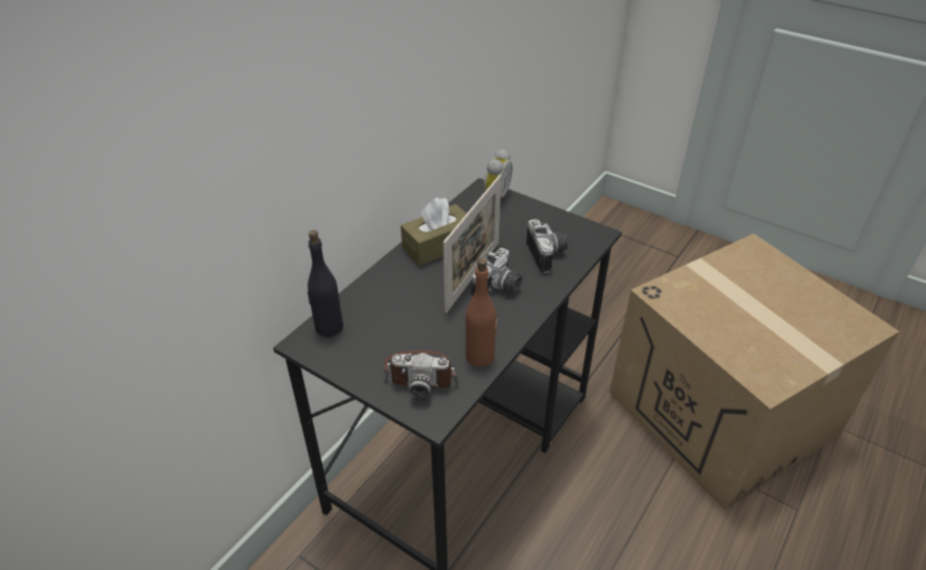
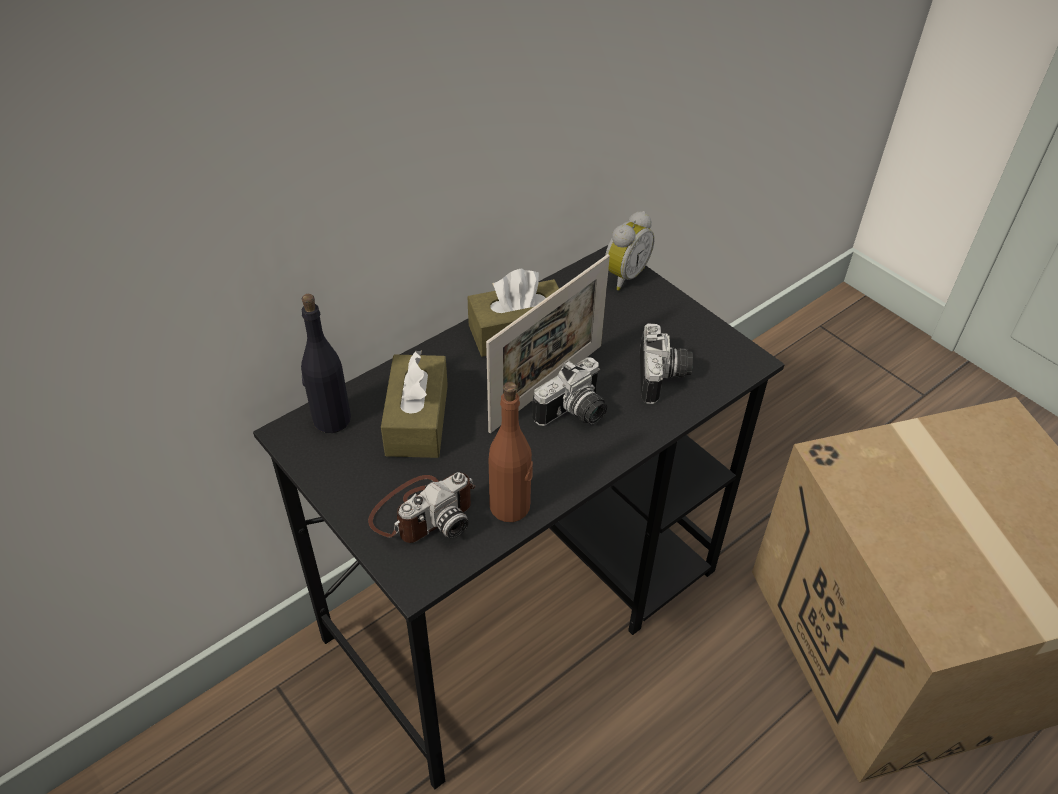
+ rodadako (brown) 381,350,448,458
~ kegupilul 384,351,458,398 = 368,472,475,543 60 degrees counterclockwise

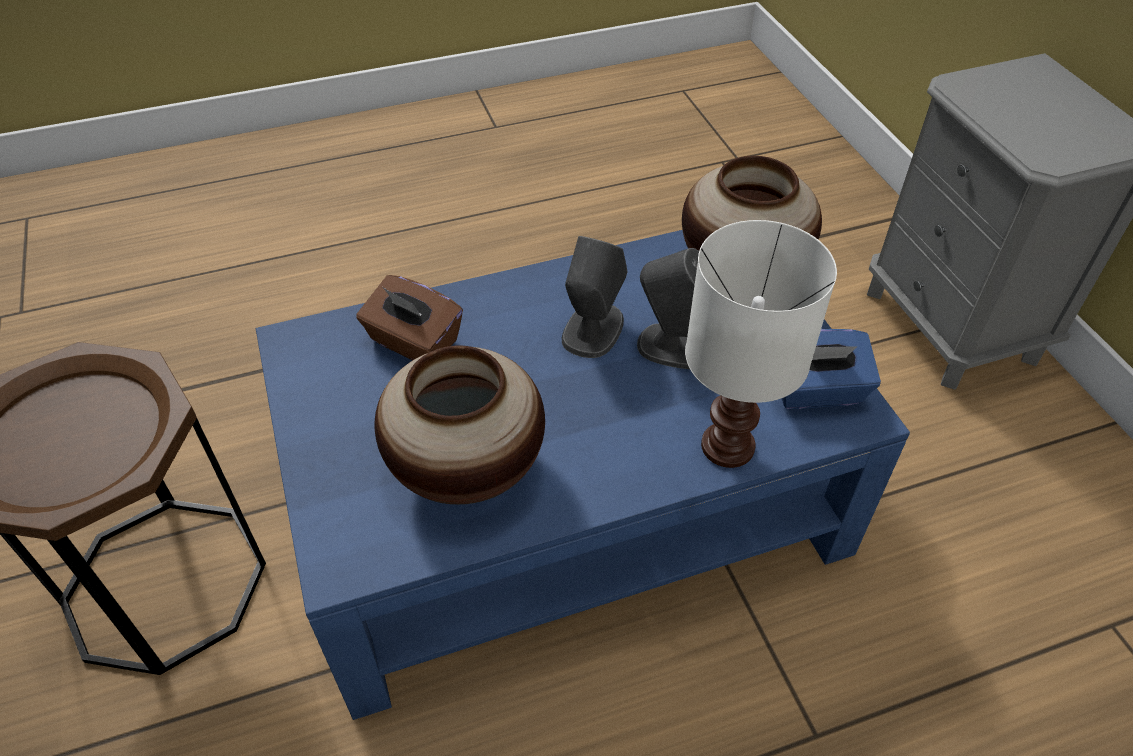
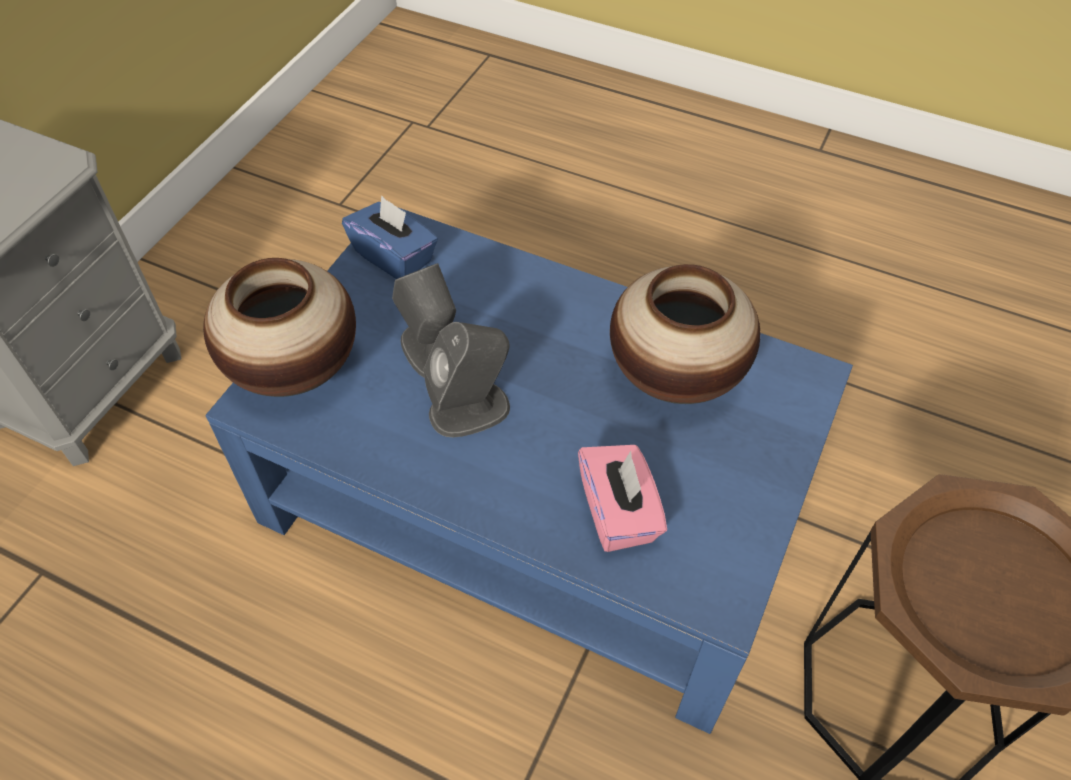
- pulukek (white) 685,220,837,468
~ rodadako (brown) 356,275,463,360 to rodadako (pink) 578,445,667,552

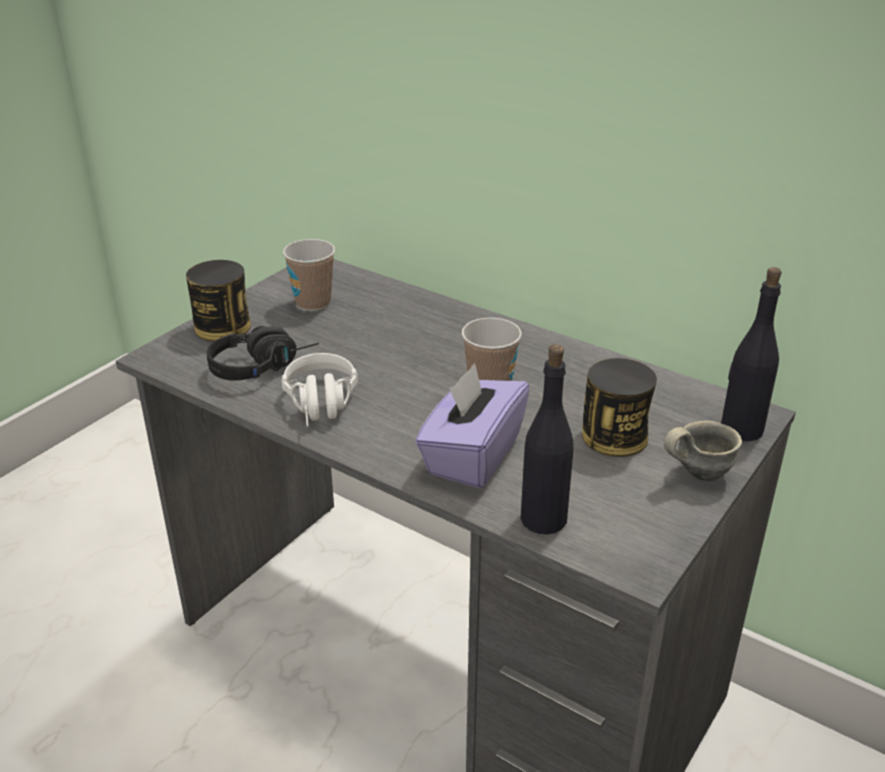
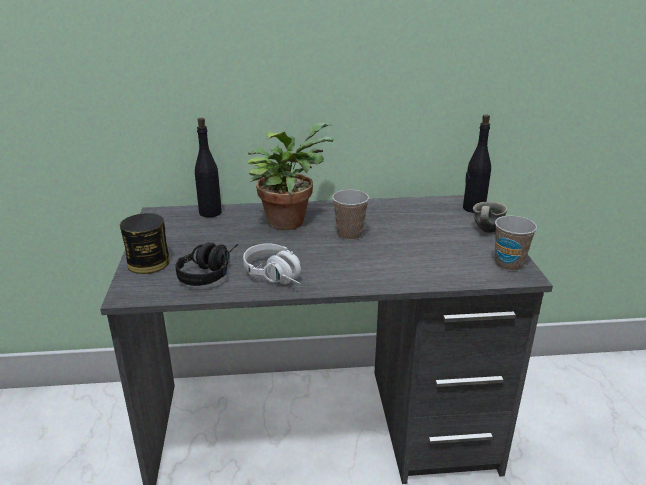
- rodadako (purple) 415,363,530,489
- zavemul 582,358,657,457
+ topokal 247,122,333,230
~ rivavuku 283,239,335,311 to 495,216,537,271
~ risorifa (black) 521,344,573,534 to 195,118,222,217

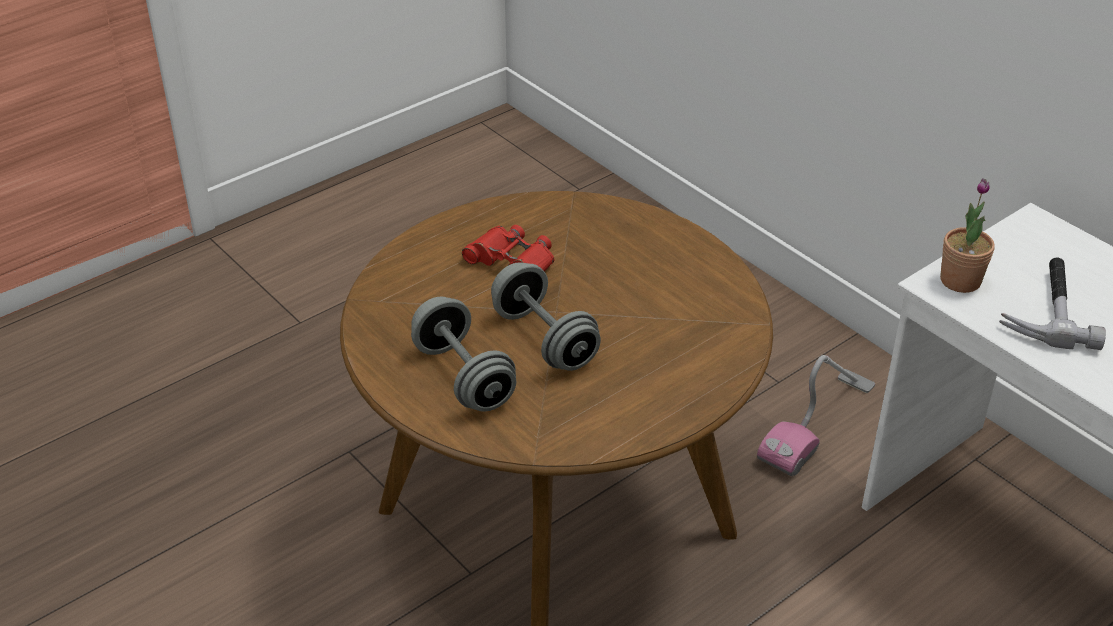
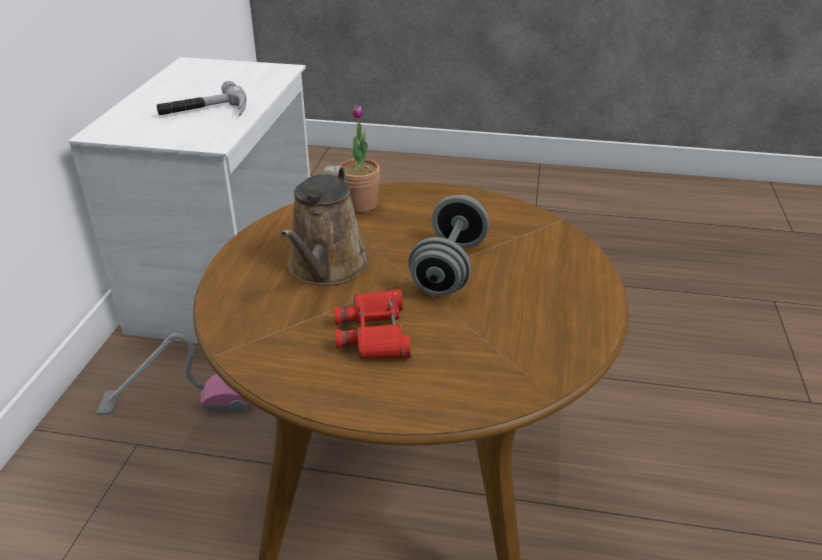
- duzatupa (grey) 411,296,516,412
+ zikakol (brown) 280,166,369,286
~ topokal 940,178,995,293 to 339,105,380,213

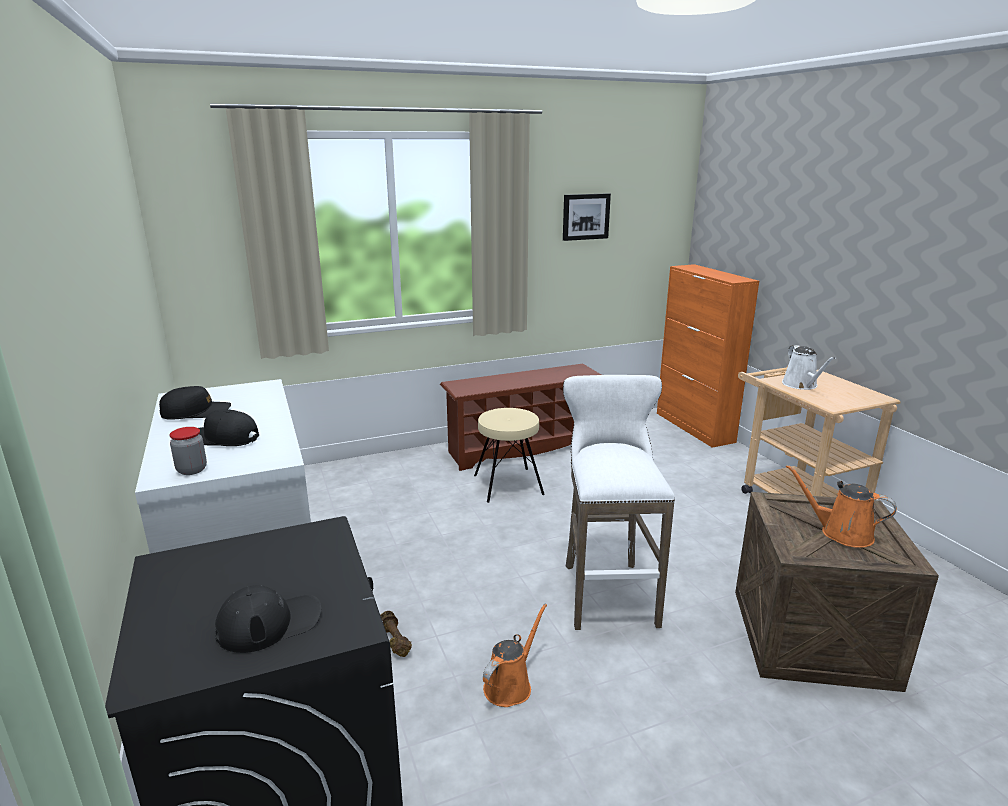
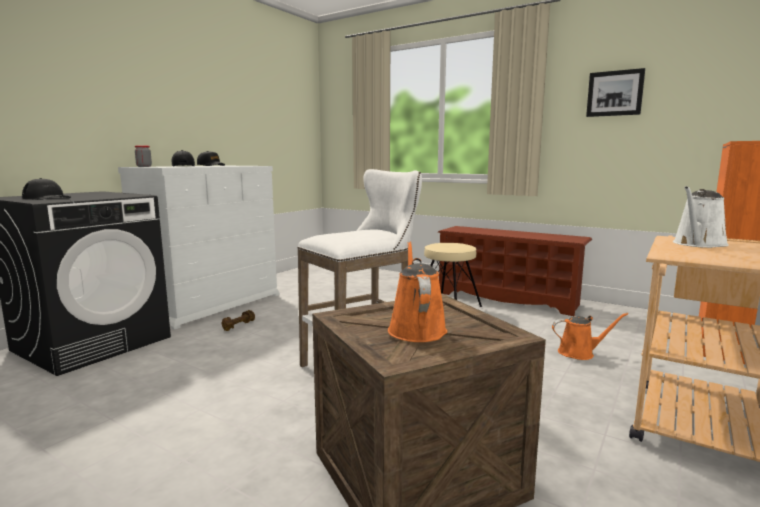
~ zikakol (orange) 483,604,547,707 to 552,313,628,360

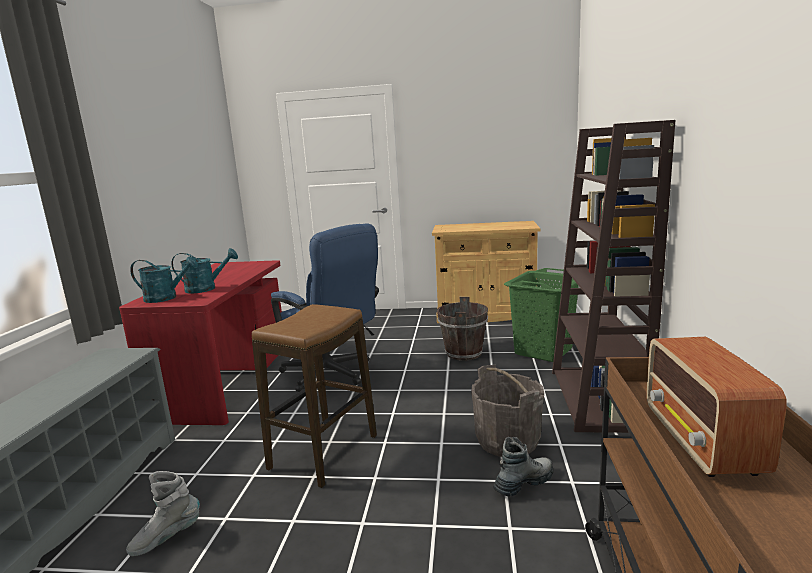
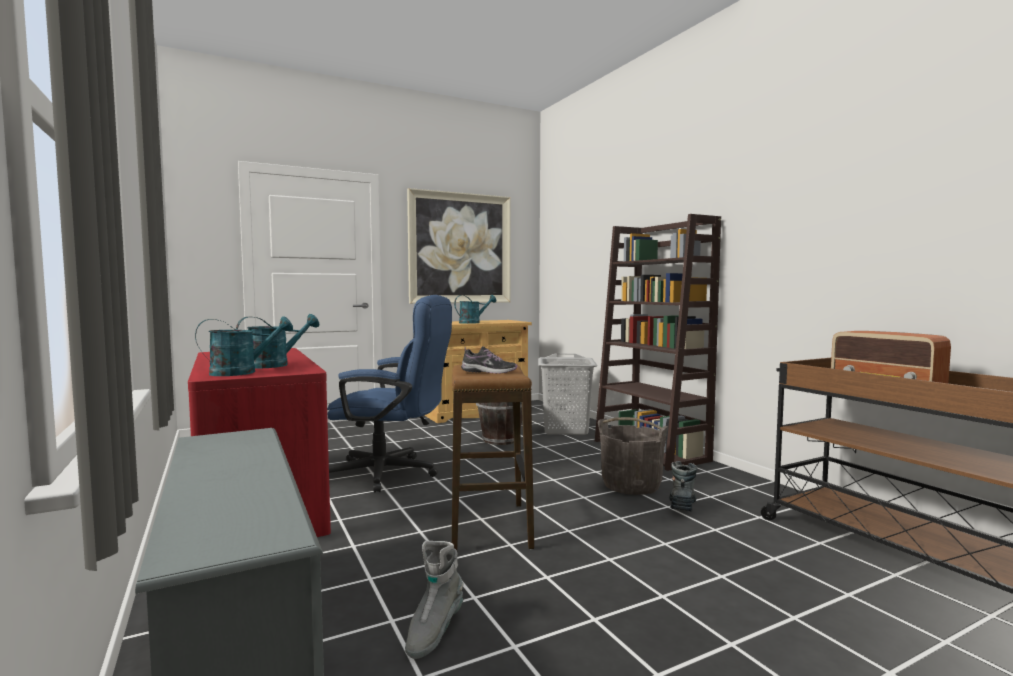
+ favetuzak 407,188,511,304
+ zikakol (turquoise) 454,295,497,324
+ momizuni 461,346,517,374
~ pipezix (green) 504,268,579,362 to pipezix (grey) 538,354,597,435

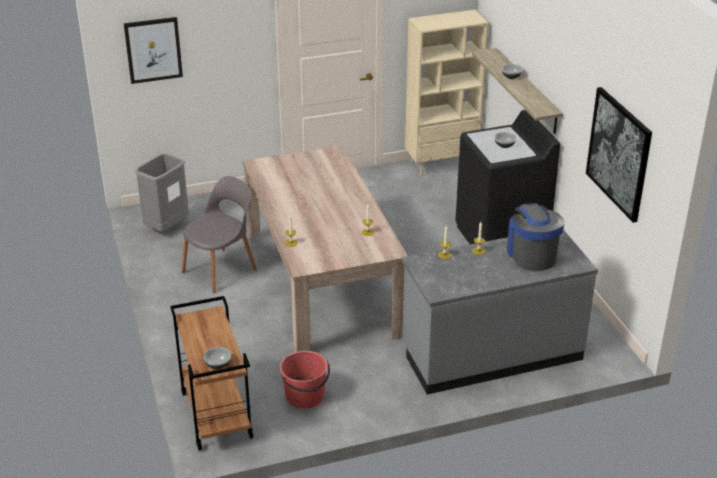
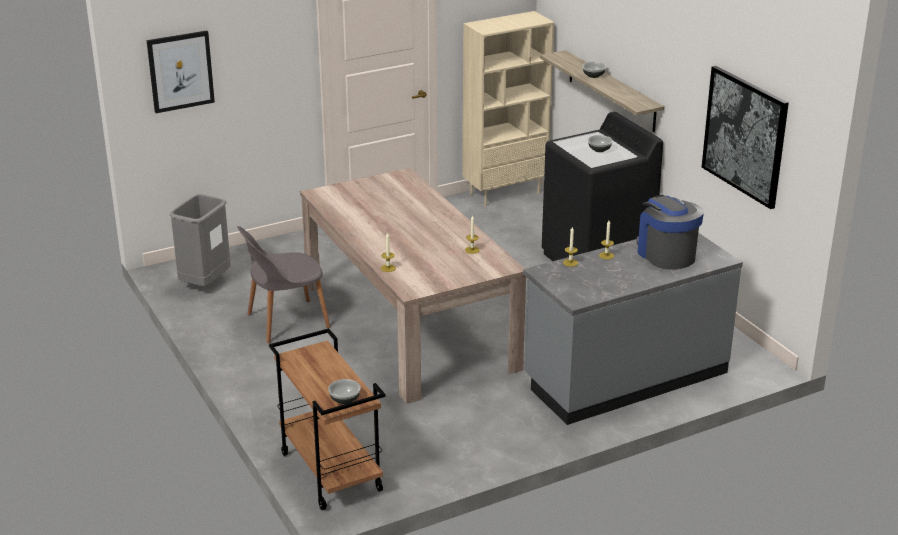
- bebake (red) 280,351,330,409
~ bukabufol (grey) 182,176,257,293 = 237,226,330,343 150 degrees counterclockwise

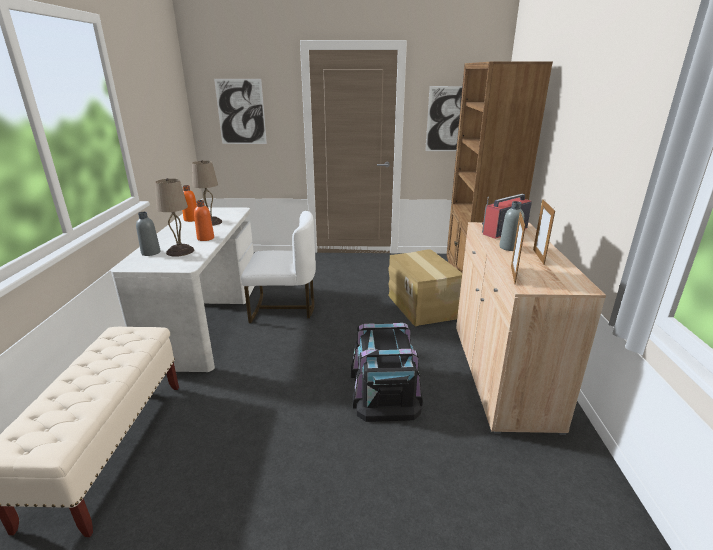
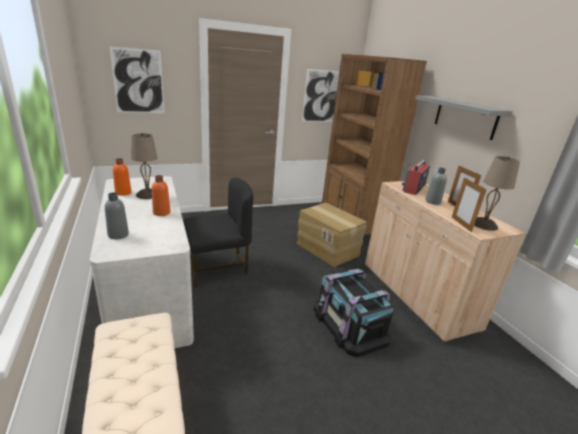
+ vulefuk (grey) 415,95,513,140
~ pulukek (beige) 155,178,194,257 to 474,156,520,231
~ bukabufol (white) 241,211,316,323 to bukabufol (black) 183,178,253,288

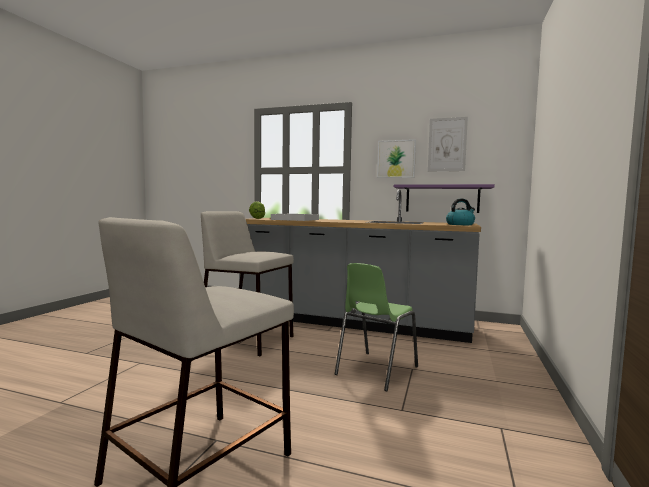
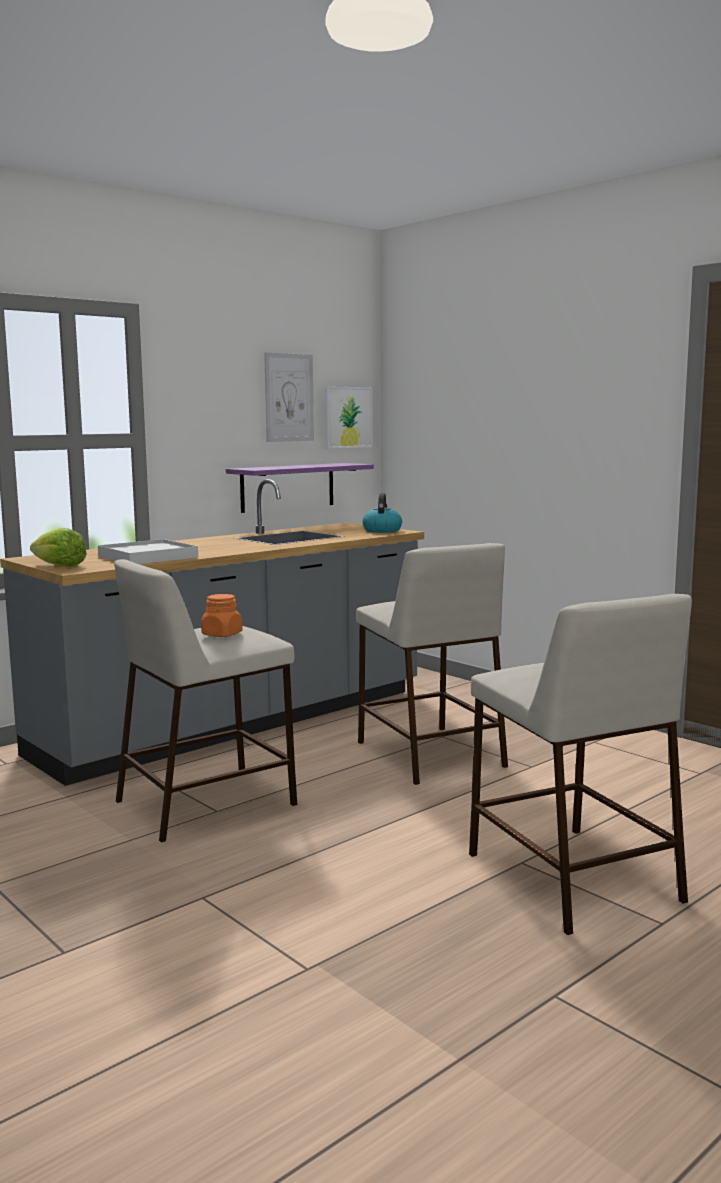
+ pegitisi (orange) 201,594,243,637
~ favetuzak 377,139,416,178 to 325,386,373,449
~ bukabufol (green) 335,263,418,391 to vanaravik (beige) 356,543,508,785

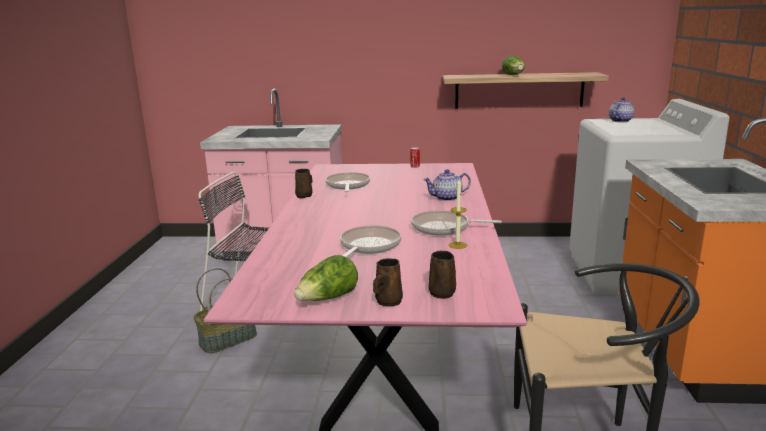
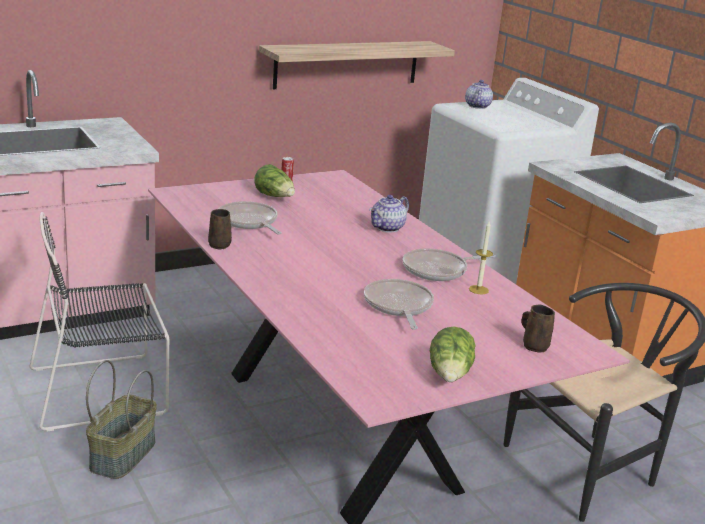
- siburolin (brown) 373,258,403,306
~ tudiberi 502,55,525,75 to 254,164,295,197

